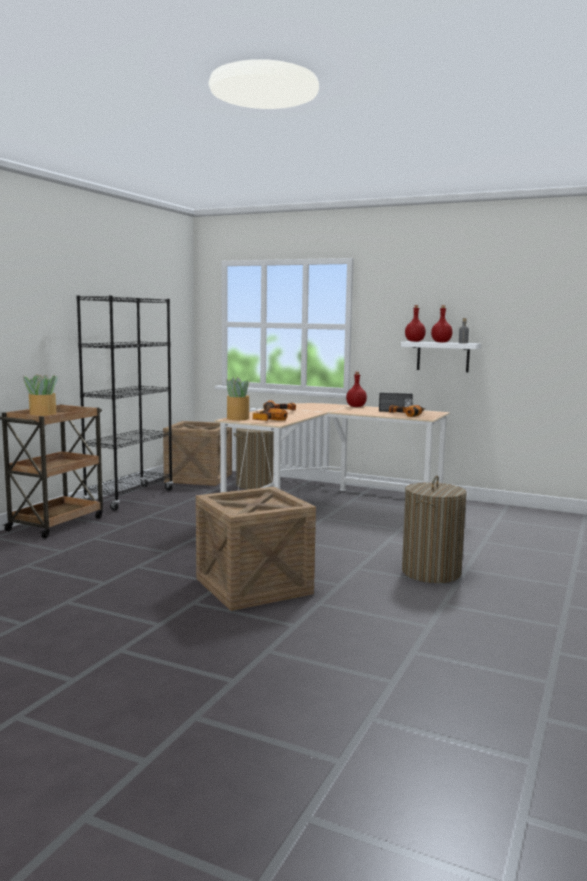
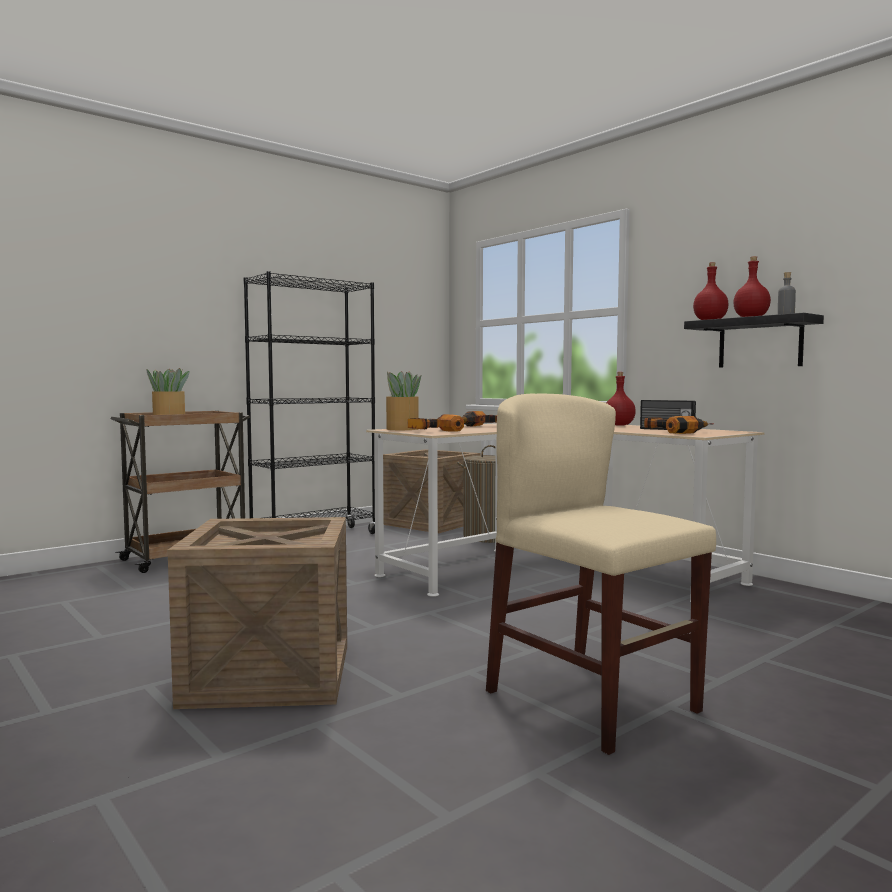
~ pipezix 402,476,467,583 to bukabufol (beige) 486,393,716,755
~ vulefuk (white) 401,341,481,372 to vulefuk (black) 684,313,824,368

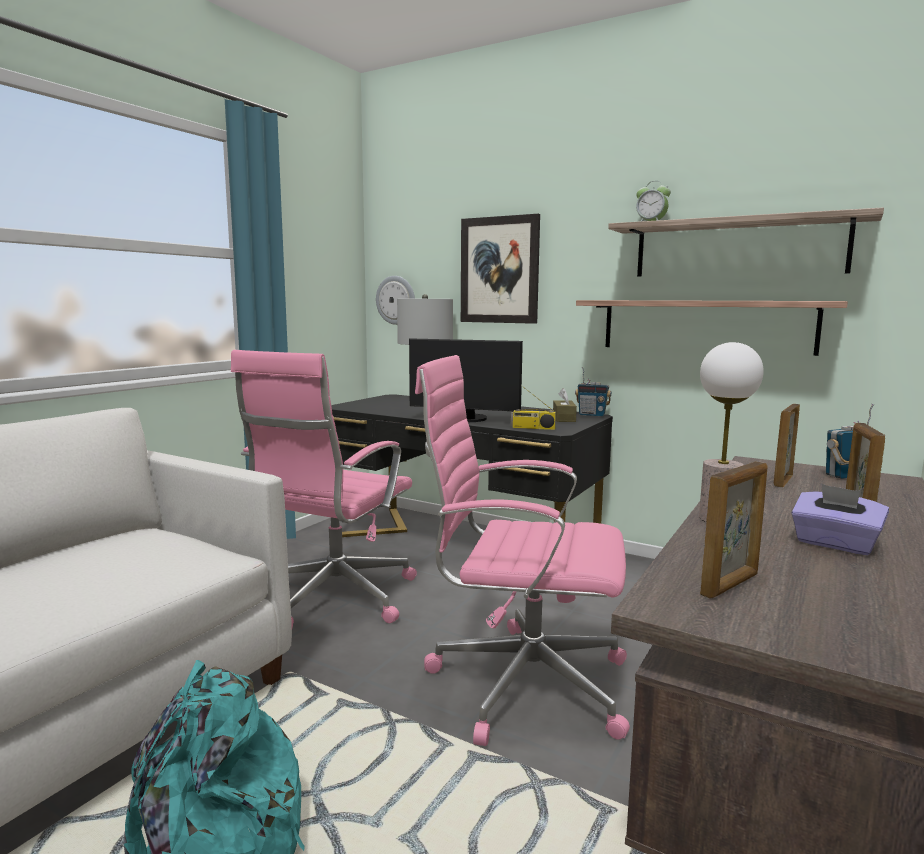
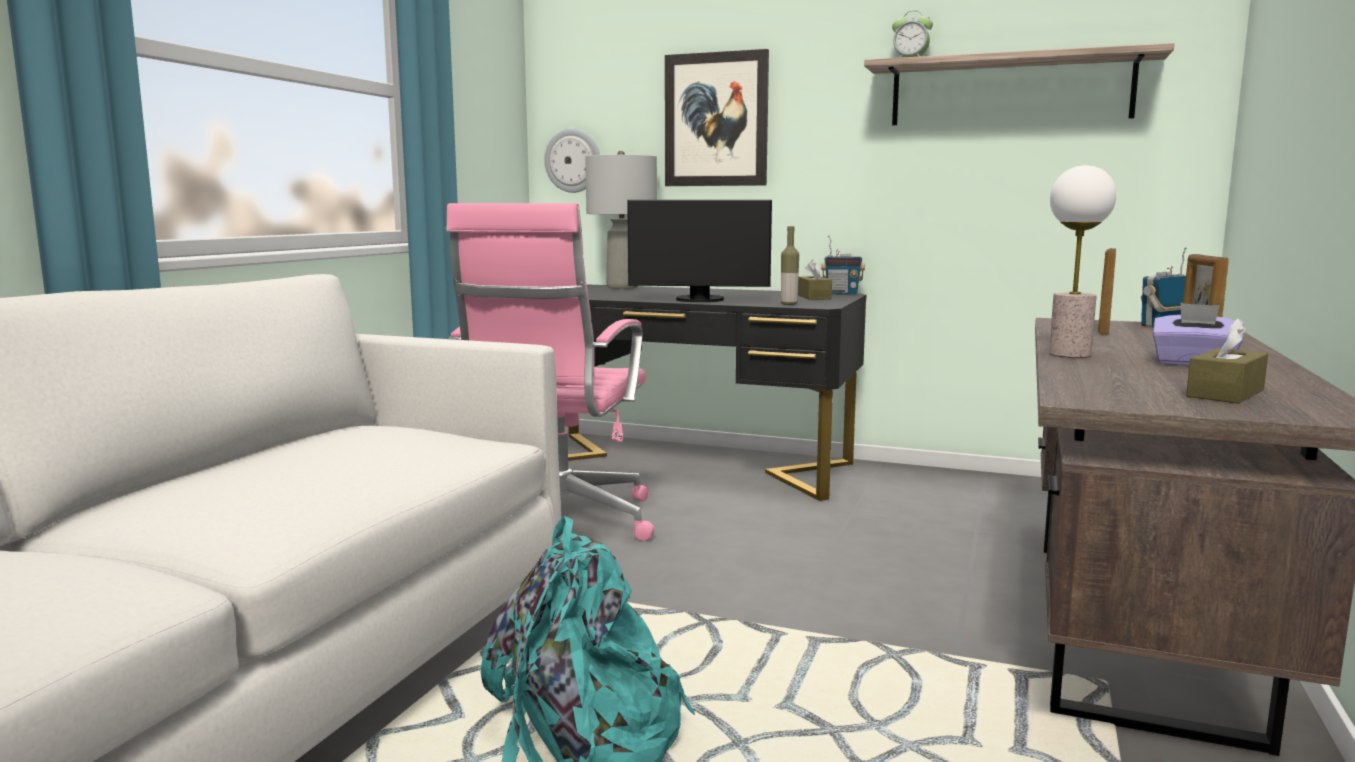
- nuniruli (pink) 415,355,630,746
- vulefuk 576,300,848,356
- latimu 700,462,768,599
+ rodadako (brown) 1186,318,1268,404
~ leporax 511,385,556,430 to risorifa 781,226,799,305

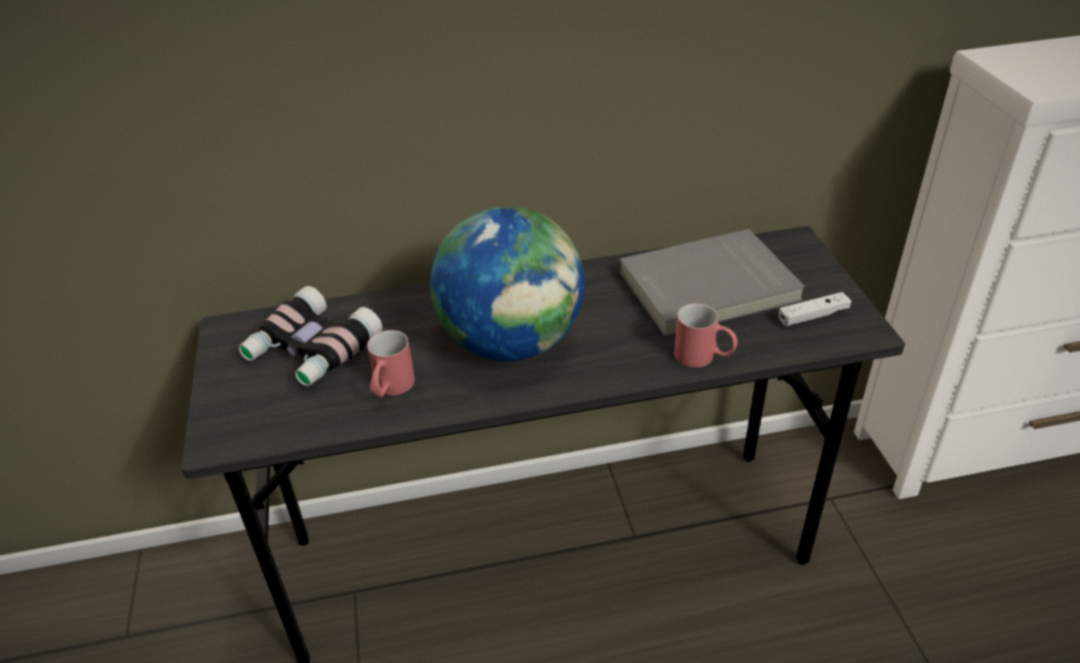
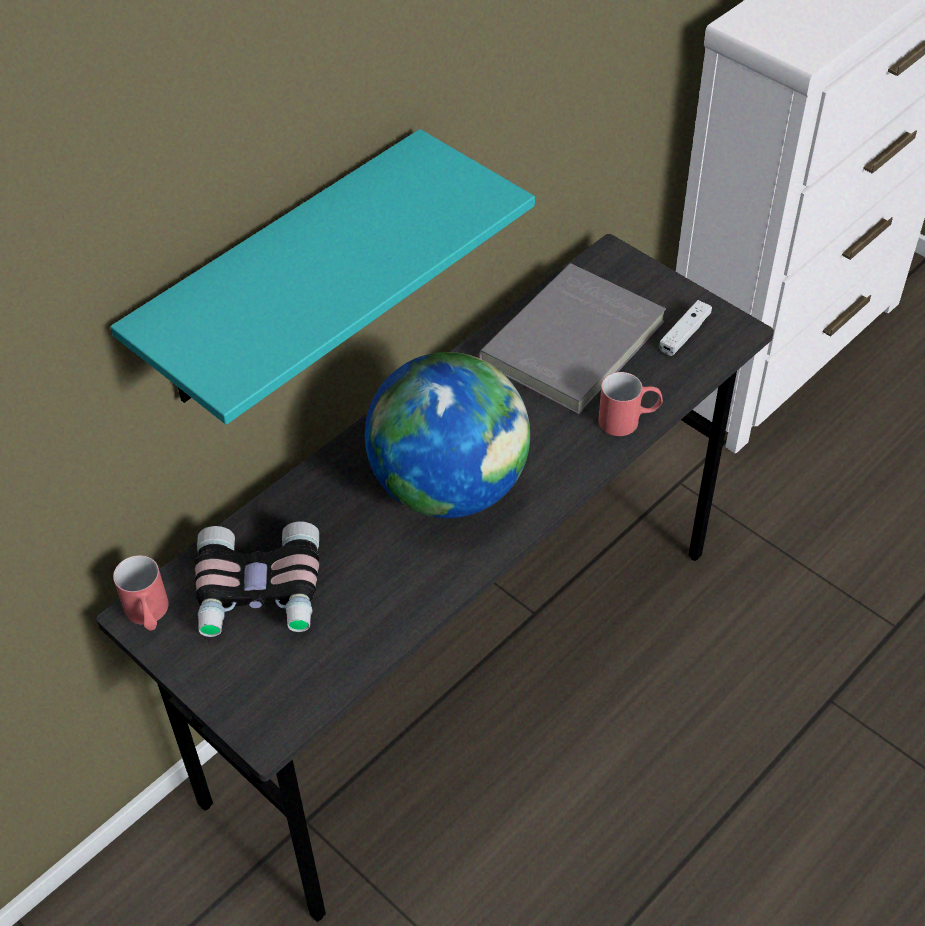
+ vulefuk (turquoise) 110,129,535,425
~ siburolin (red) 367,330,415,397 to 113,555,169,631

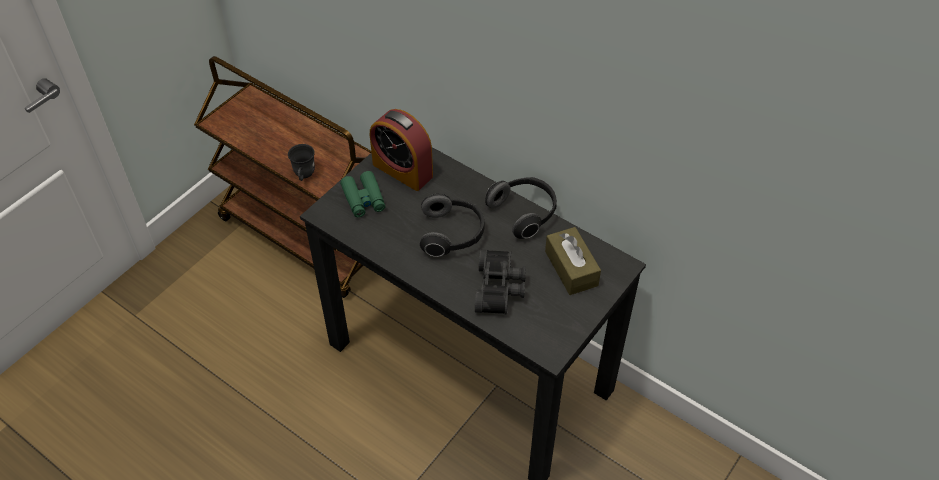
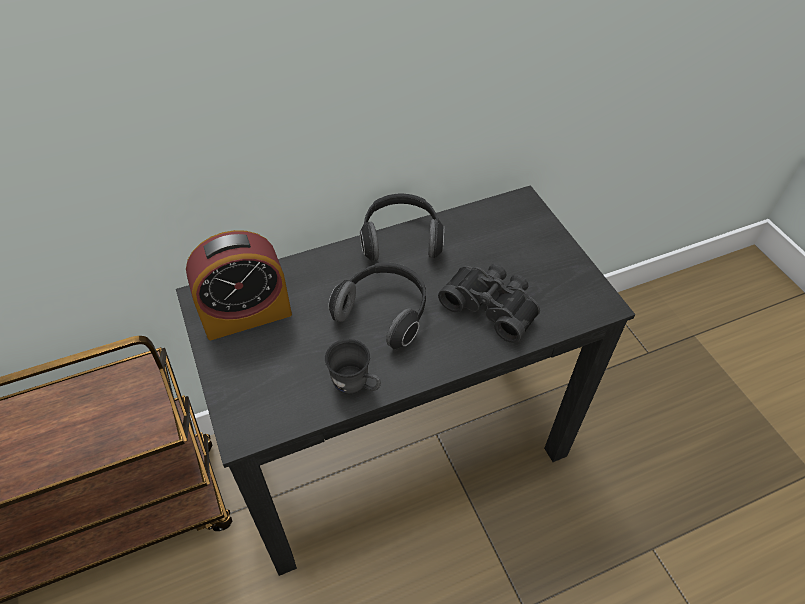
- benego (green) 340,171,385,217
- rodadako (brown) 545,227,601,295
~ siburolin (grey) 288,144,315,181 to 325,339,381,394

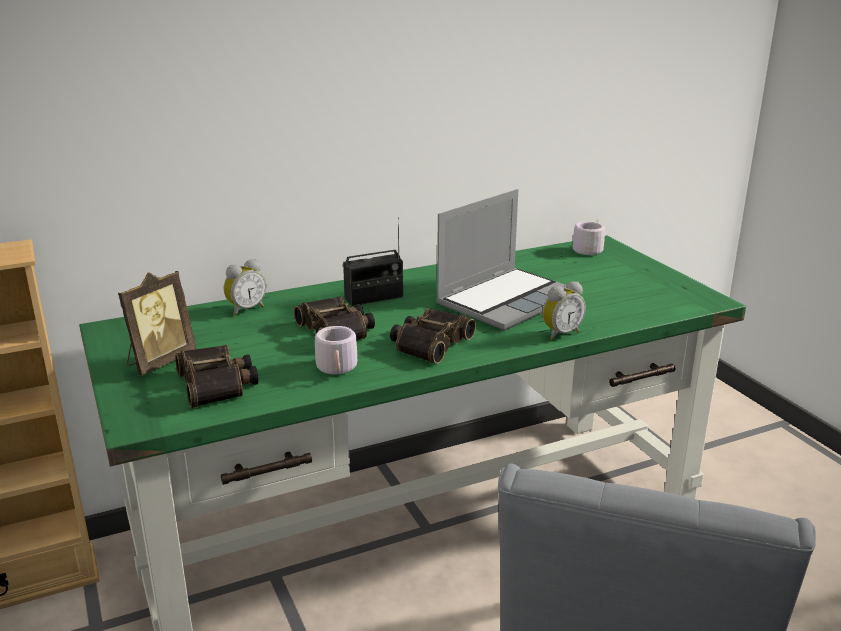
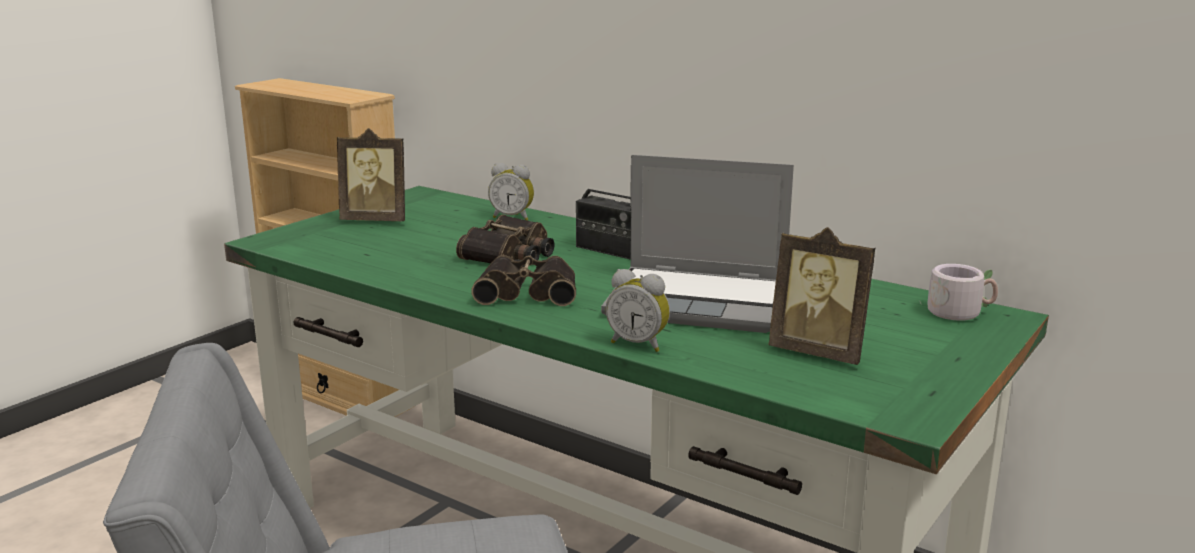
- benego 175,345,259,408
- siburolin (grey) 315,326,357,374
+ latimu 768,227,875,365

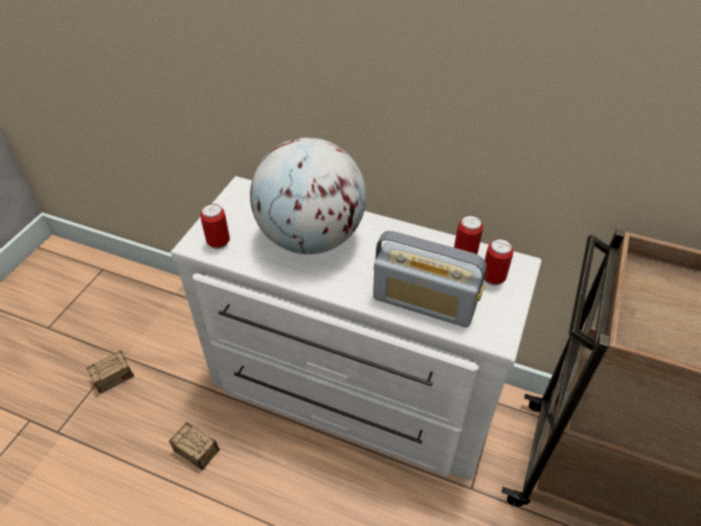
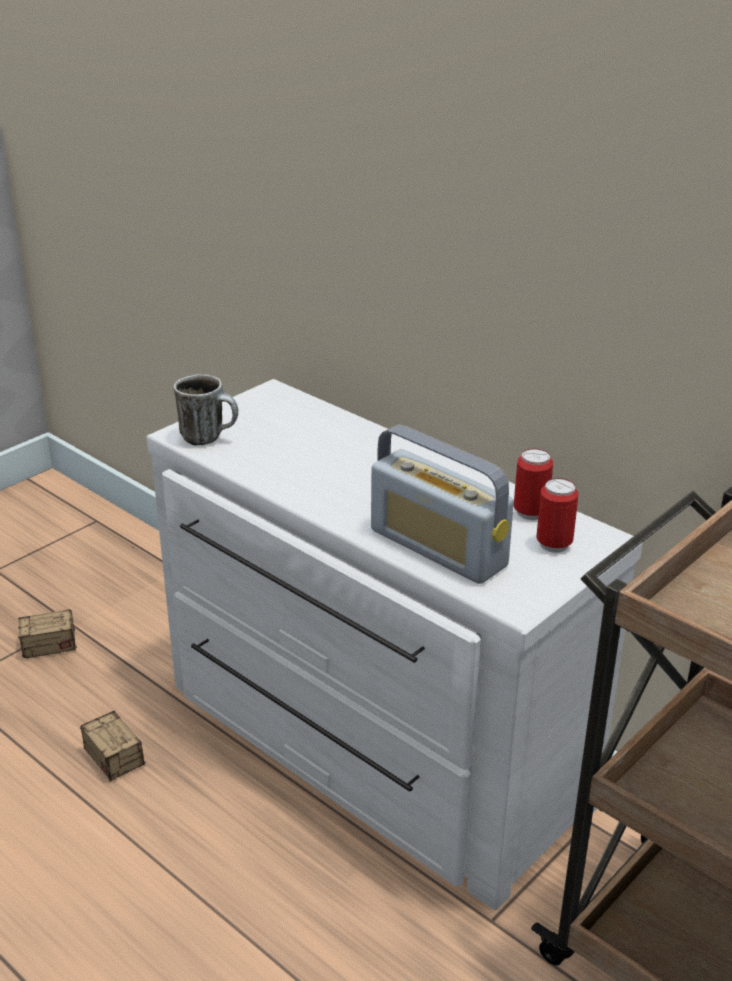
- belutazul 250,137,366,254
~ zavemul 200,204,230,249 to siburolin 174,374,238,446

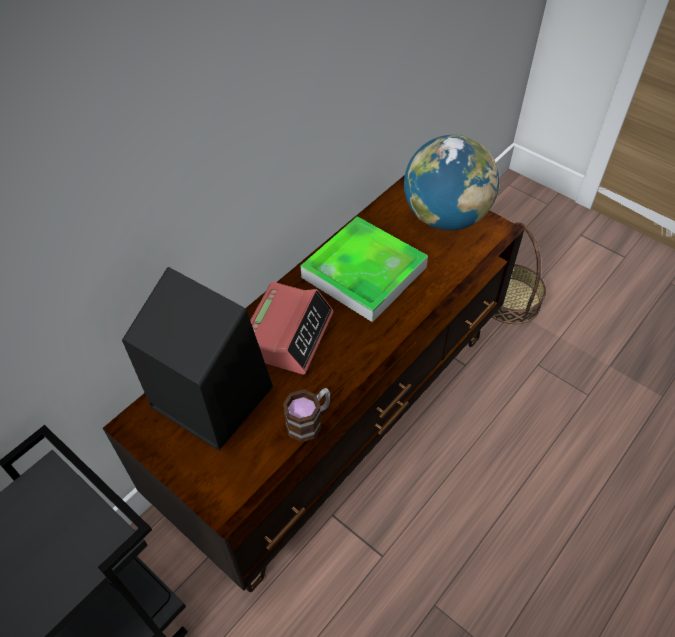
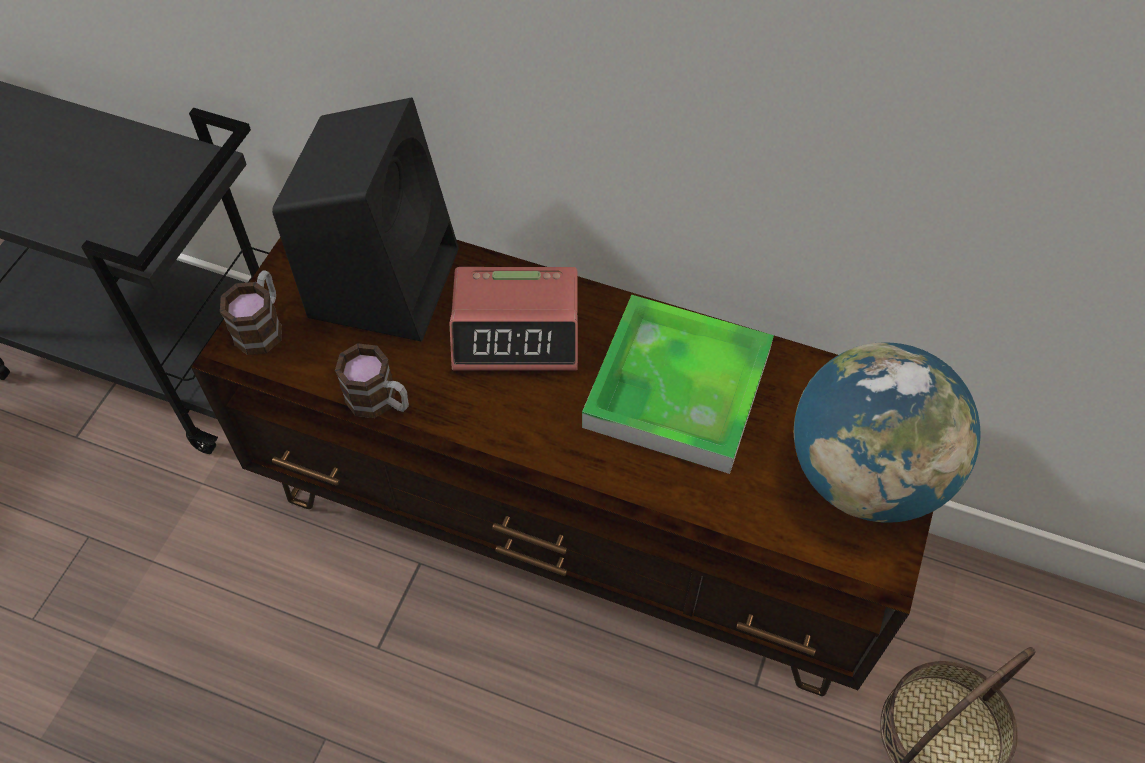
+ siburolin 220,270,282,355

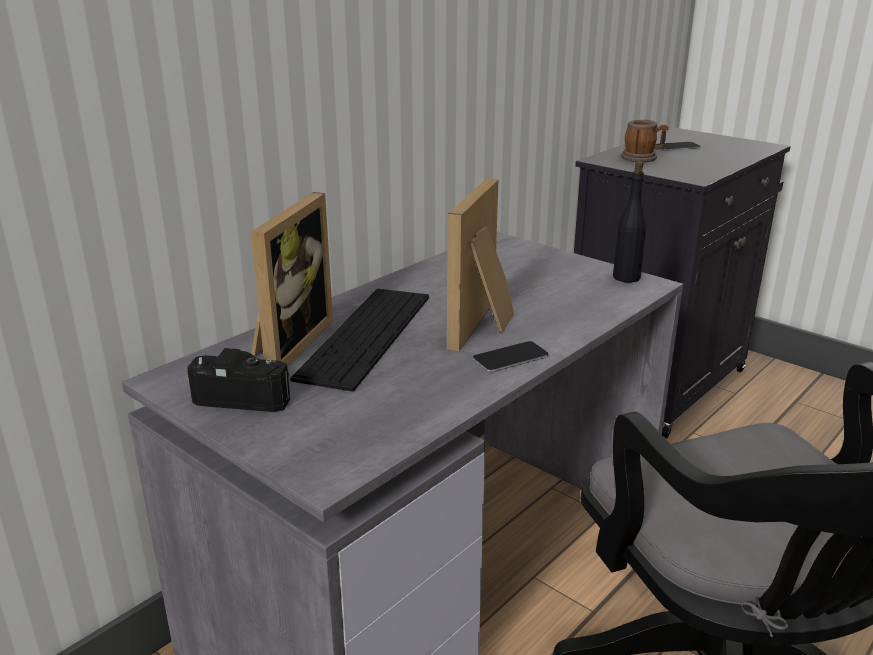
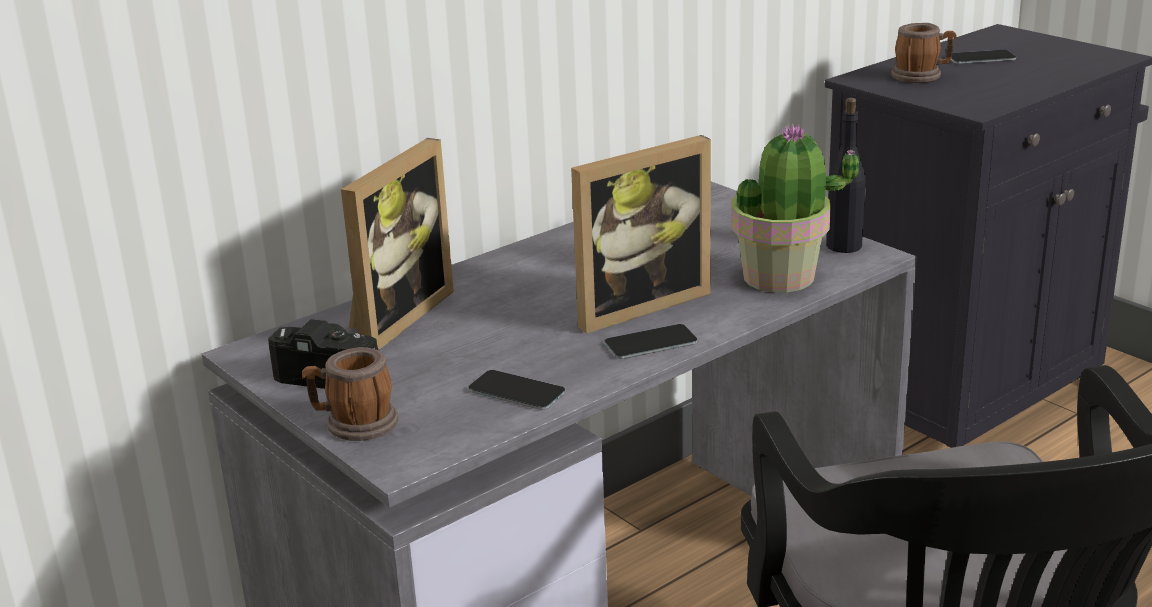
- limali 290,289,429,392
+ siburolin 302,347,399,441
+ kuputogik 468,370,565,410
+ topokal 731,123,859,293
~ latimu 447,178,514,351 = 571,135,711,334 150 degrees counterclockwise

